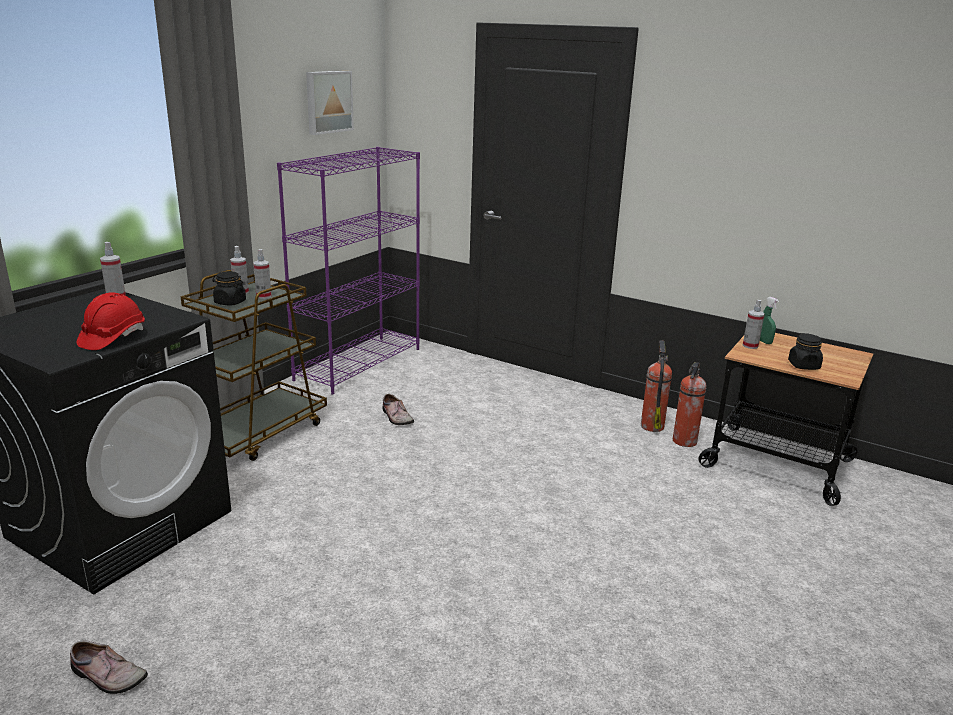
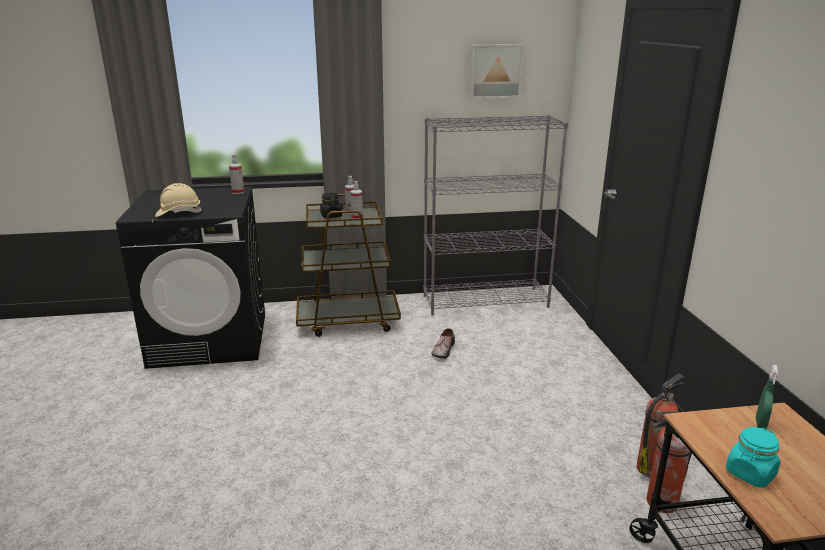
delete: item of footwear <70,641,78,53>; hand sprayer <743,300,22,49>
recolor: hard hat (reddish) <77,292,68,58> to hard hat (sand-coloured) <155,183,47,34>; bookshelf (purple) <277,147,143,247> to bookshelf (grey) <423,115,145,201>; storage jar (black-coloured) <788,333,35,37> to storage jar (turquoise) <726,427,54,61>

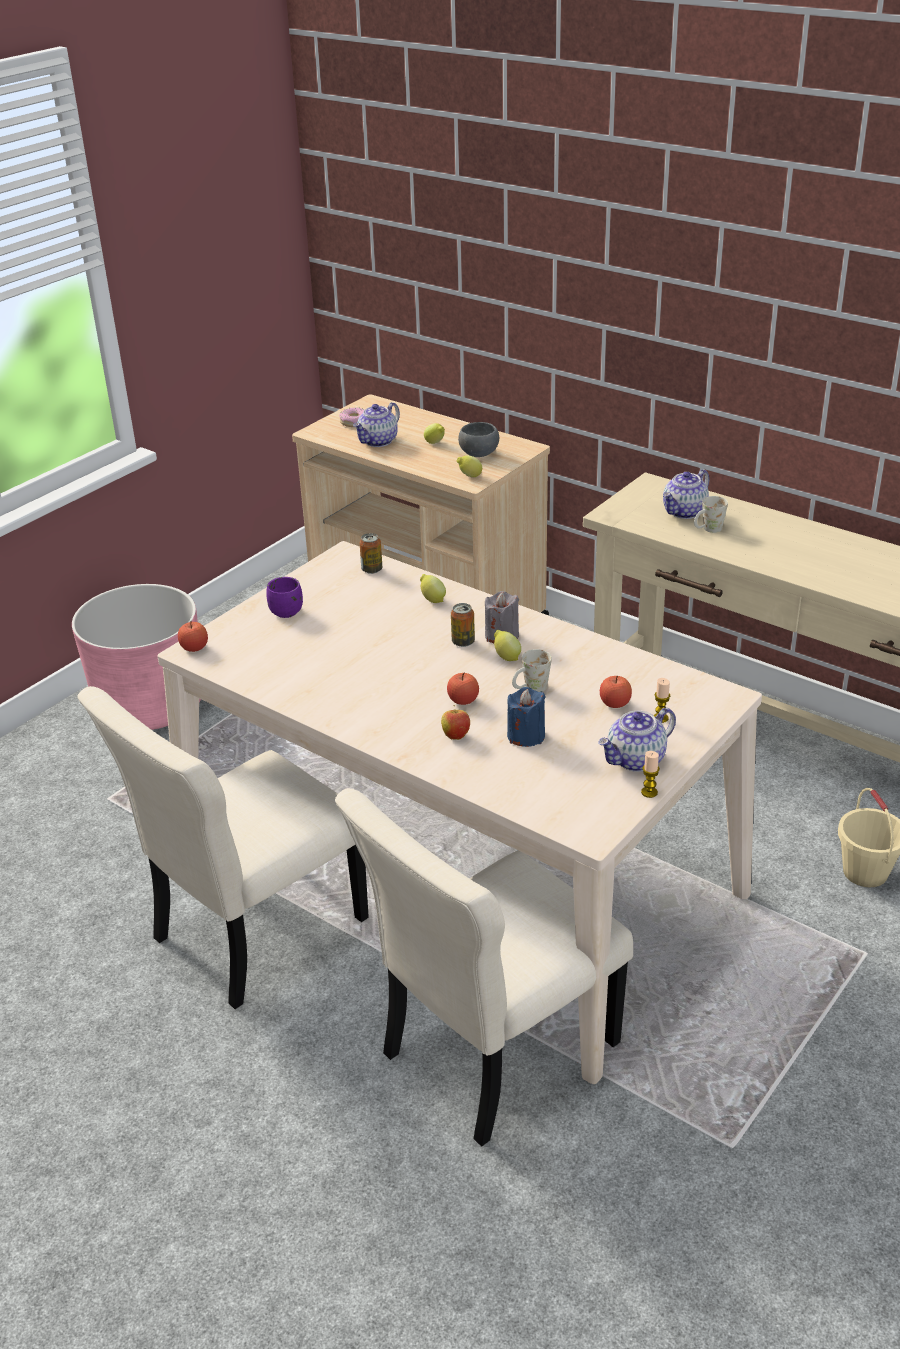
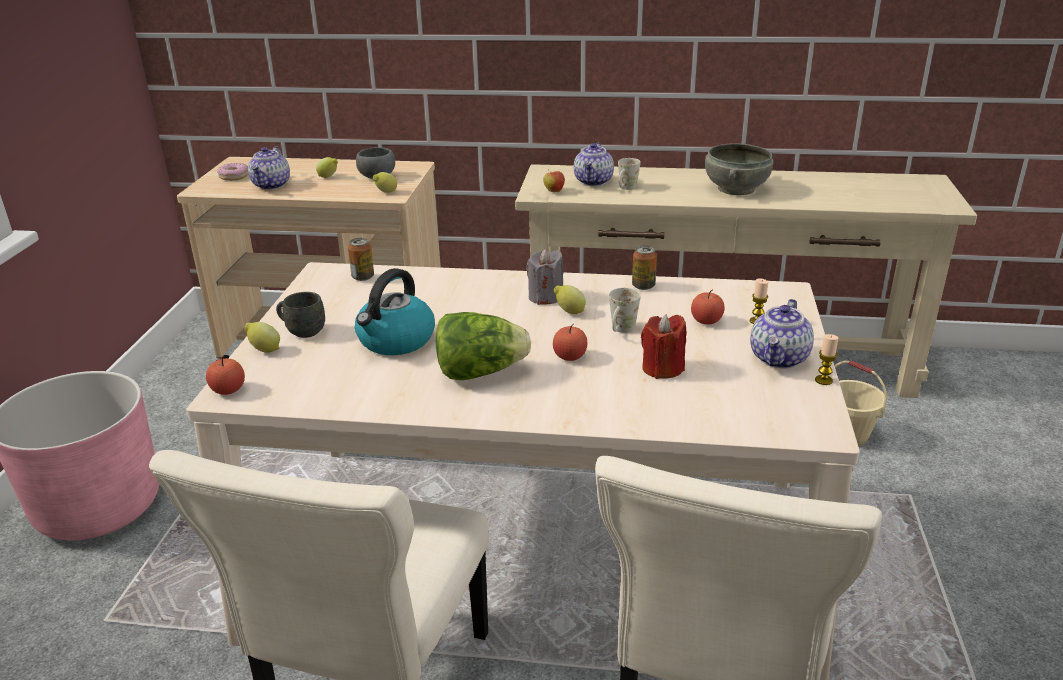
insert: water kettle <355,268,80,87>; lettuce <436,312,95,68>; bowl (grey) <705,144,68,51>
move: lemon <420,574,26,29> to <244,322,36,31>; apple fruit <441,705,29,35> to <543,169,22,23>; metal can <451,603,24,44> to <632,245,25,45>
recolor: mug (purple) <266,577,37,41> to mug (grey) <276,292,49,46>; candle (bluish) <507,687,39,60> to candle (reddish) <641,315,45,64>

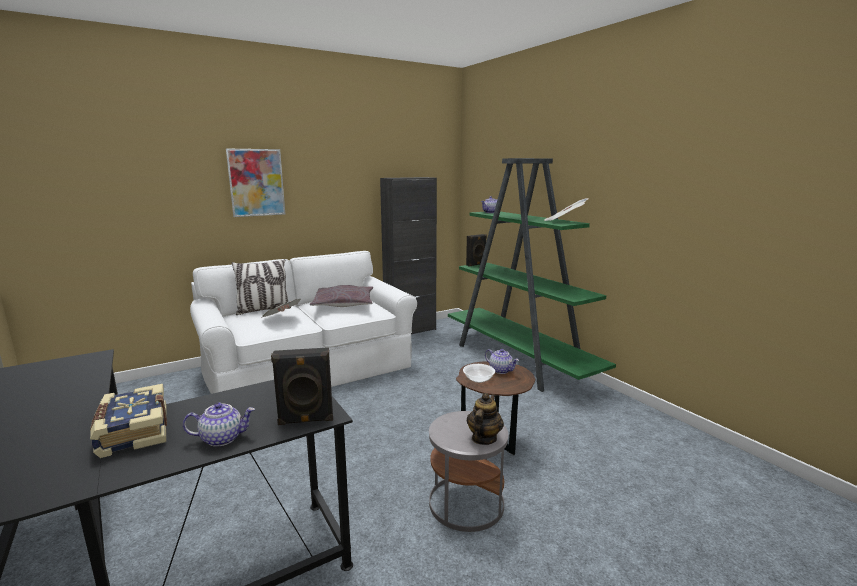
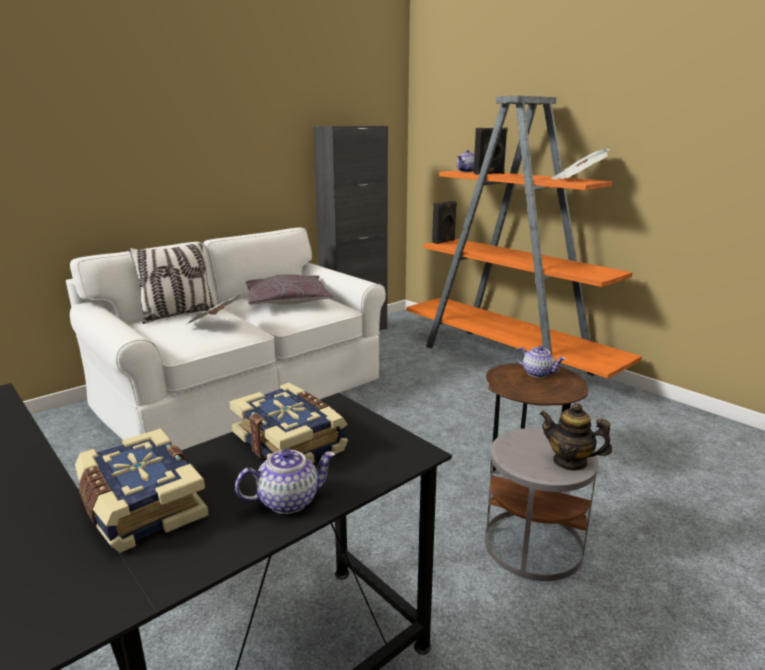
delete: wall picture <226,148,59,69>; bowl <463,364,32,19>
insert: volume <230,383,118,80>
move: speaker (black-coloured) <271,347,62,78> to <473,128,35,47>
recolor: bookshelf (green-coloured) <448,158,168,234> to bookshelf (orange) <406,96,236,282>
rotate: teapot <467,393,37,52> = <540,403,72,68> 75 degrees counterclockwise

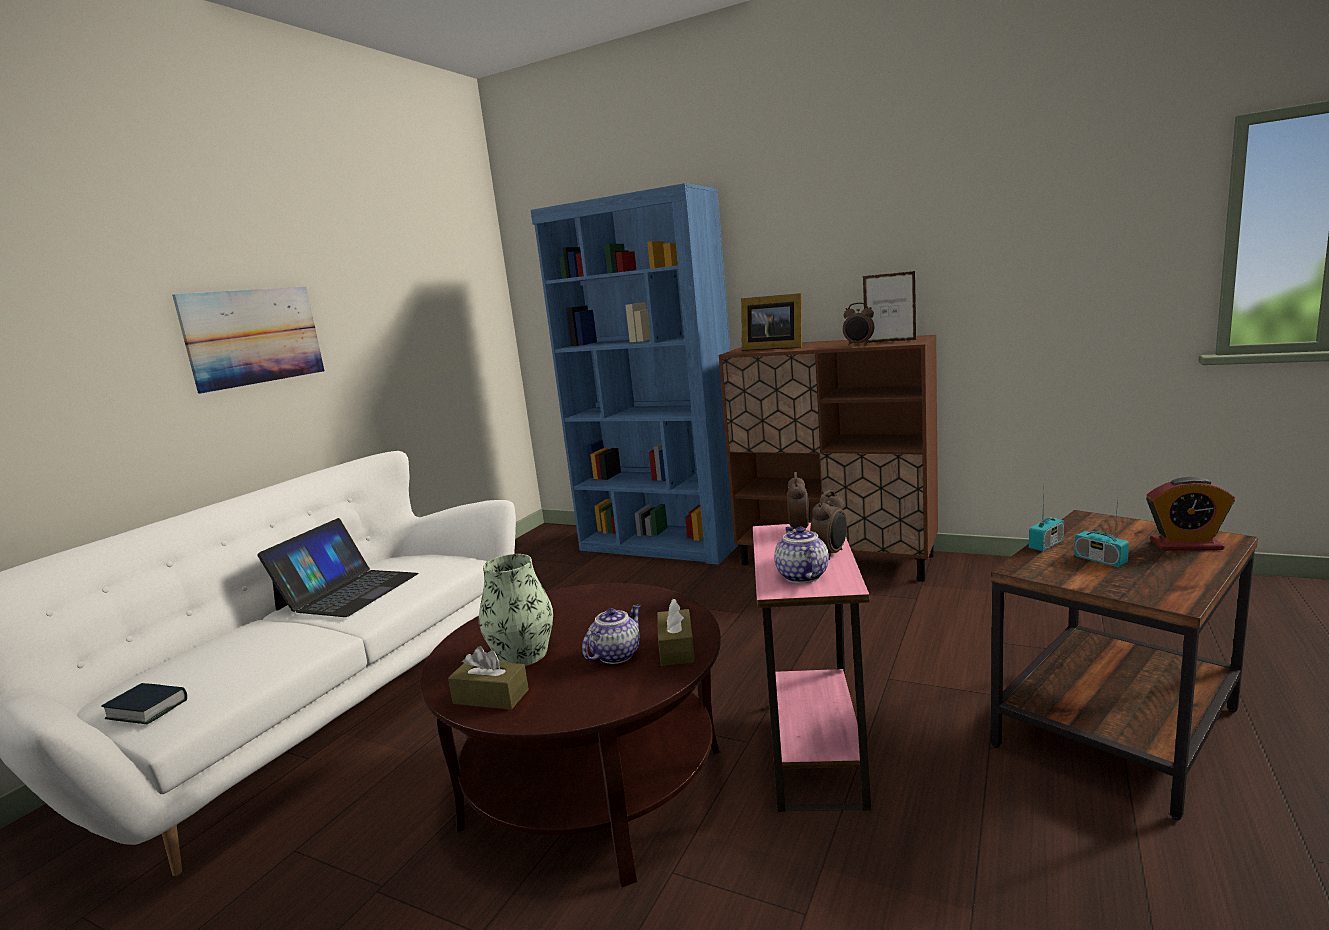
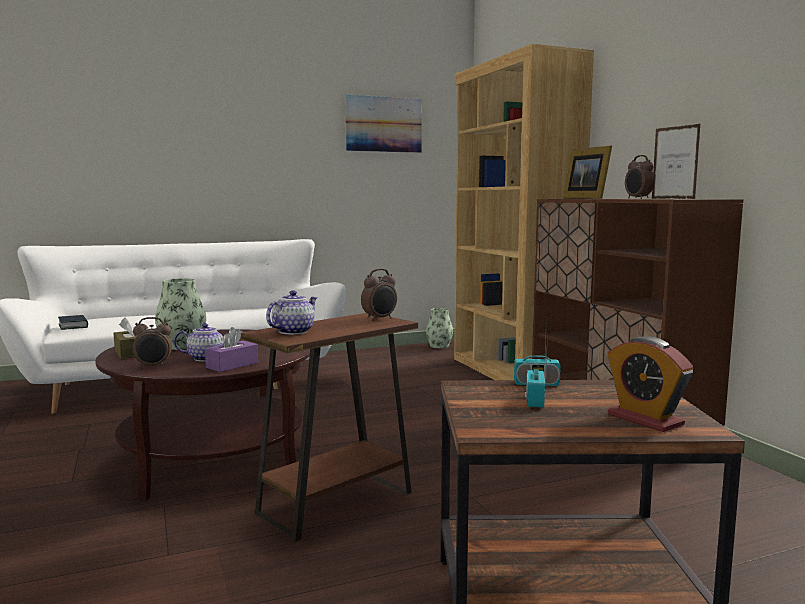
delete: notebook computer <257,518,162,99>
insert: vase <426,308,27,40>
move: wall picture <172,286,152,108> to <346,95,76,58>; alarm clock <810,490,37,70> to <132,317,40,51>
recolor: bookshelf (bluish) <531,183,207,382> to bookshelf (brownish) <454,44,140,336>; box of tissues (brownish) <657,599,38,67> to box of tissues (purple) <205,327,53,45>; side table (pink) <753,523,118,289> to side table (brownish) <241,313,177,229>

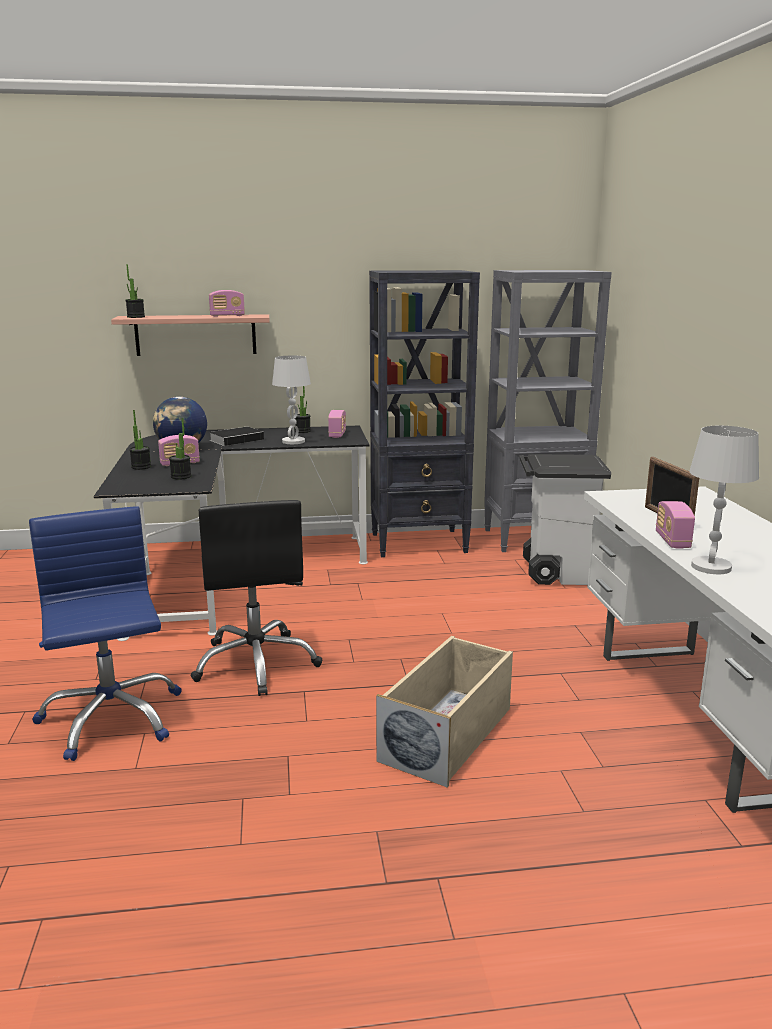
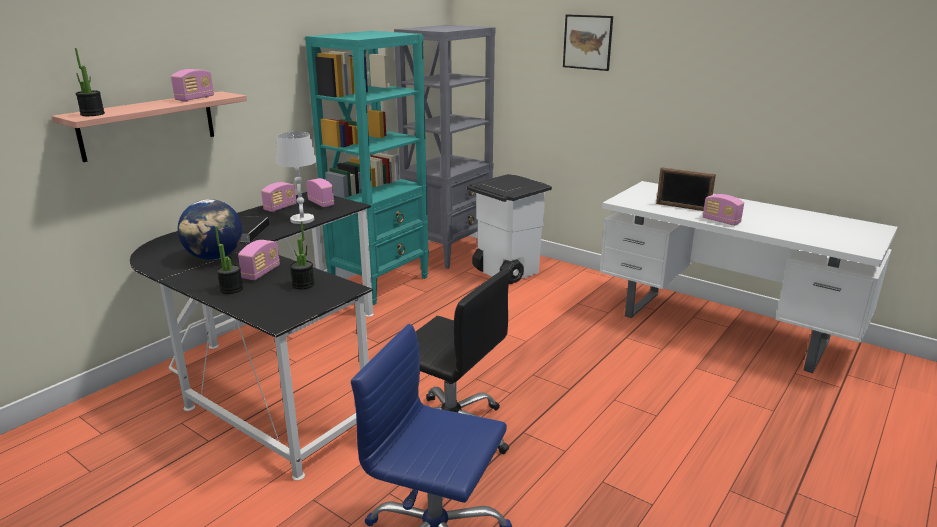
delete: storage container (sand-coloured) <376,636,137,152>; tabletop lamp (white-coloured) <689,426,70,148>
insert: wall picture <563,14,50,57>
replace: potted plant <295,386,16,47> to radio set <261,182,36,30>
recolor: bookshelf (black-coloured) <369,270,111,287> to bookshelf (turquoise) <305,31,124,274>

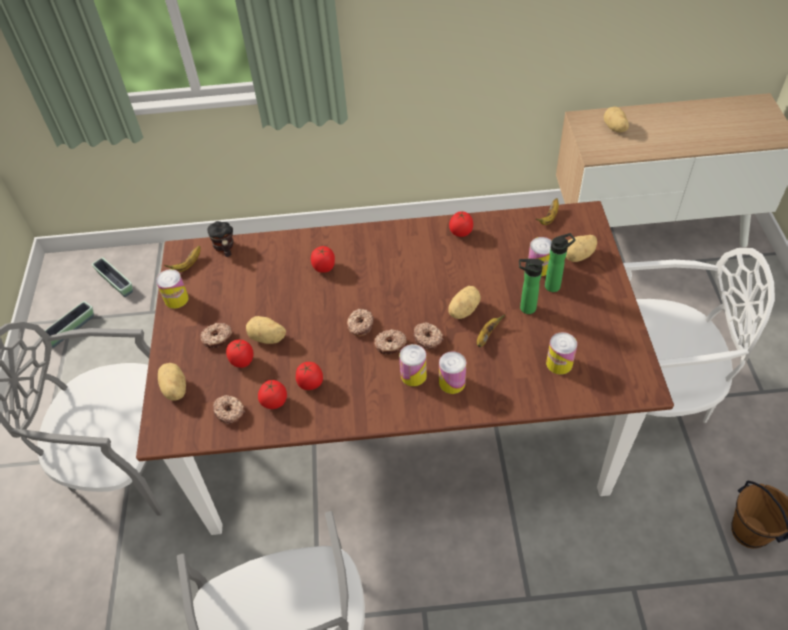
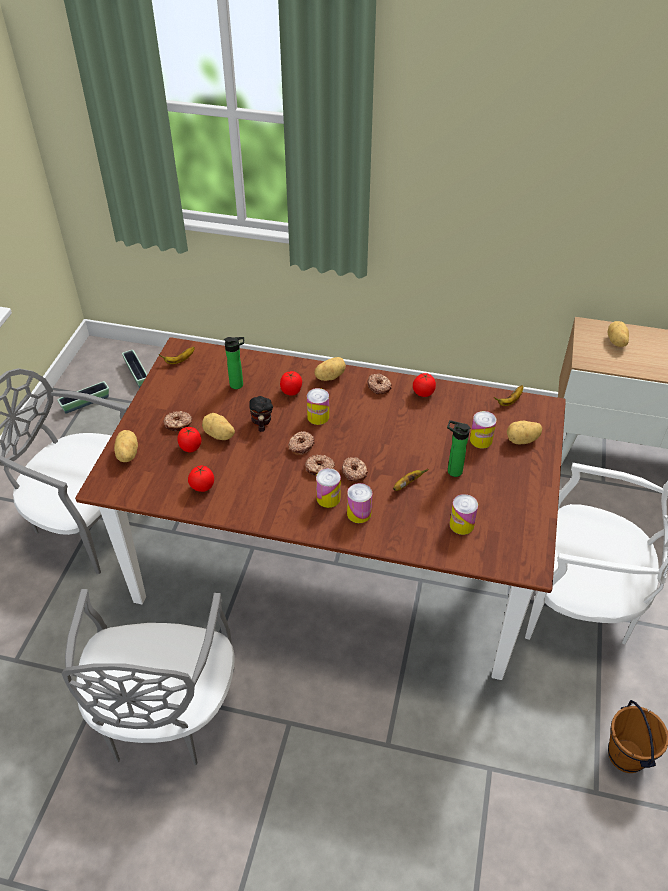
delete: tomato <296,362,27,28>
move: metal can <156,269,33,40> to <307,388,22,37>; mug <207,221,27,36> to <249,396,24,36>; ring doughnut <213,395,32,29> to <368,374,24,21>; whole potato <448,286,33,33> to <315,357,31,24>; bottle <545,233,31,59> to <224,337,20,52>

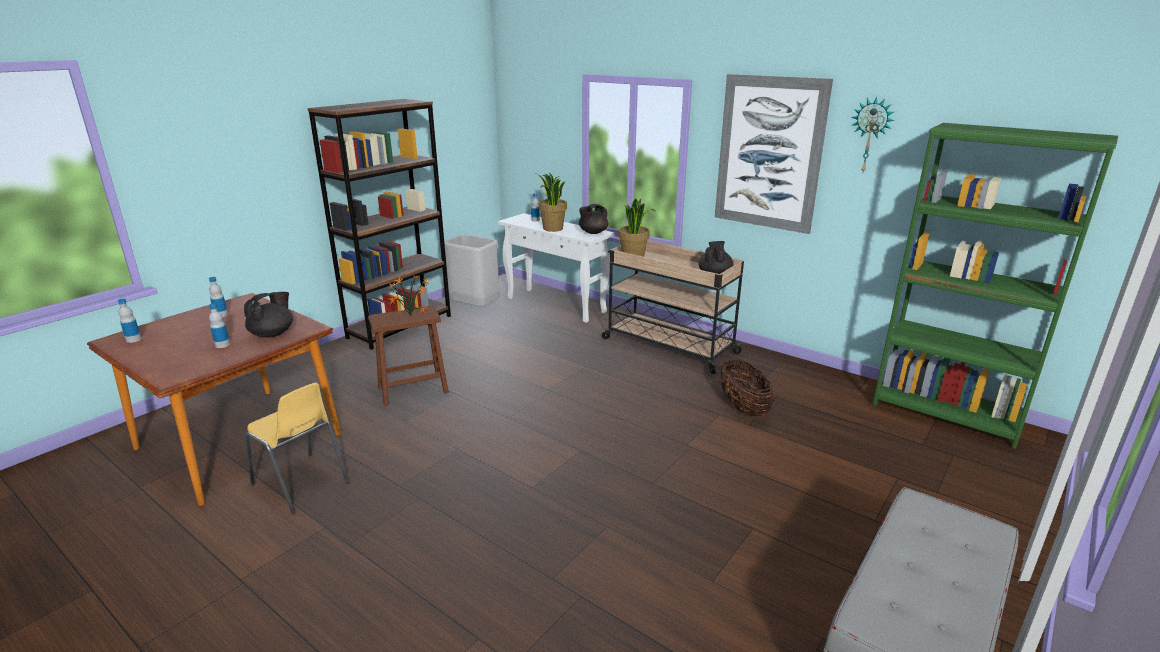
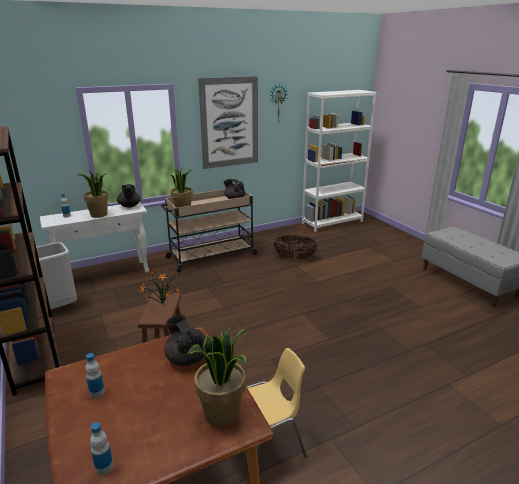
delete: bottle <209,303,21,45>
insert: potted plant <187,328,59,99>
recolor: bookshelf (green-coloured) <872,123,246,326> to bookshelf (white-coloured) <302,90,75,142>

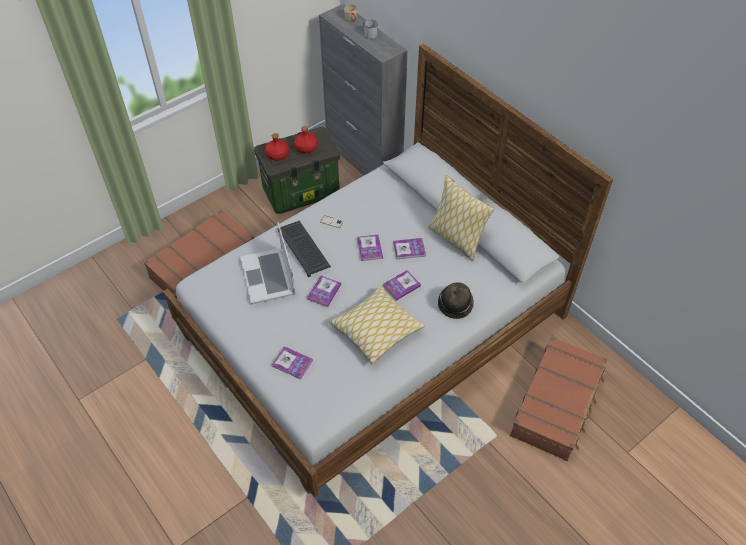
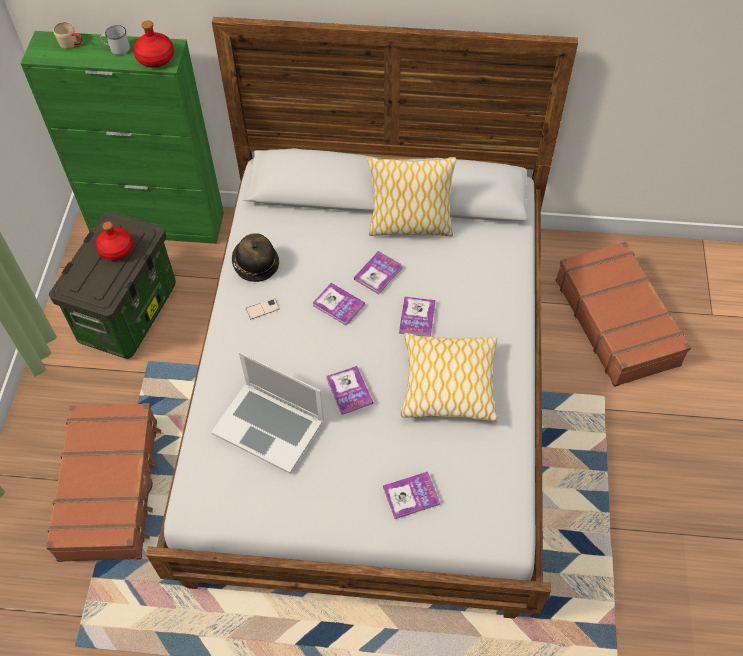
delete: keyboard <277,221,54,56>
move: bottle (reddish) <265,133,24,28> to <134,20,40,48>; hat <438,282,36,37> to <232,233,47,49>
recolor: cabinet (grey) <319,4,89,171> to cabinet (green-coloured) <20,31,204,213>

